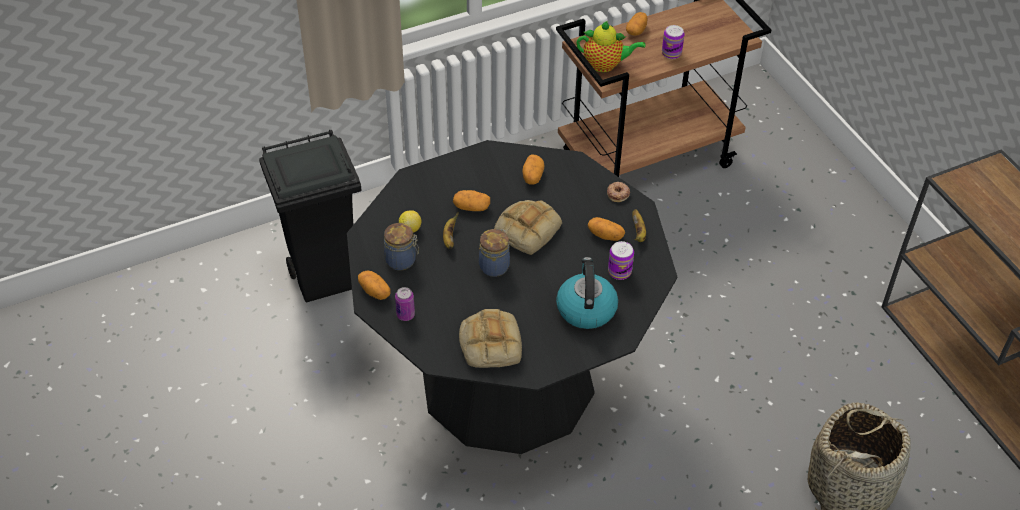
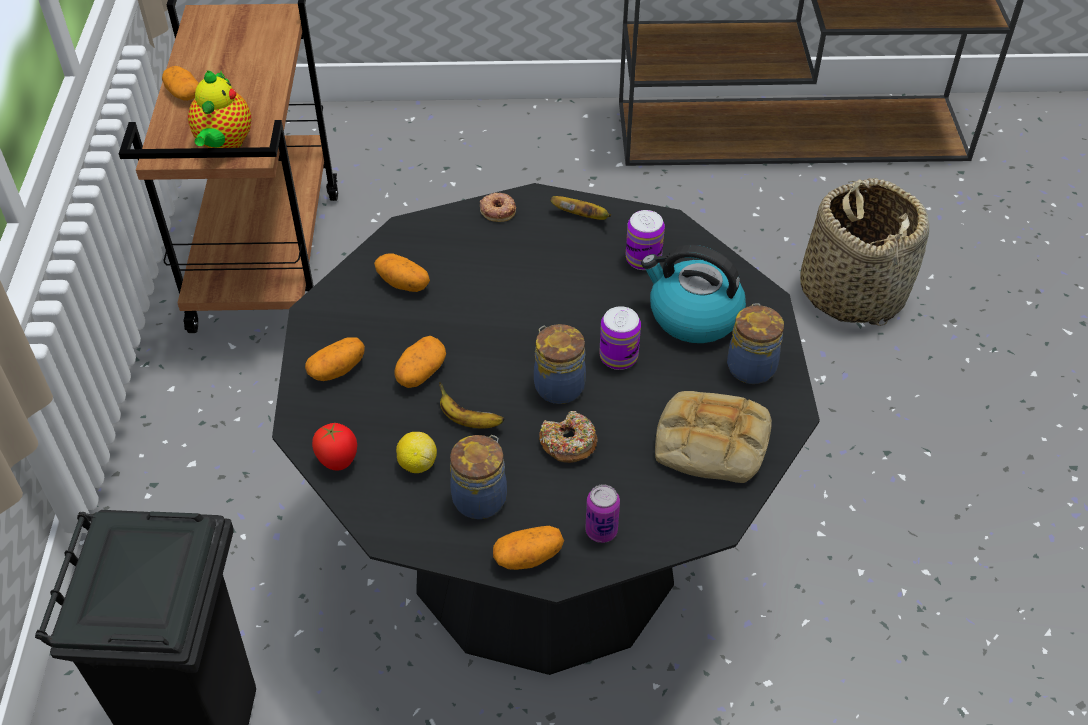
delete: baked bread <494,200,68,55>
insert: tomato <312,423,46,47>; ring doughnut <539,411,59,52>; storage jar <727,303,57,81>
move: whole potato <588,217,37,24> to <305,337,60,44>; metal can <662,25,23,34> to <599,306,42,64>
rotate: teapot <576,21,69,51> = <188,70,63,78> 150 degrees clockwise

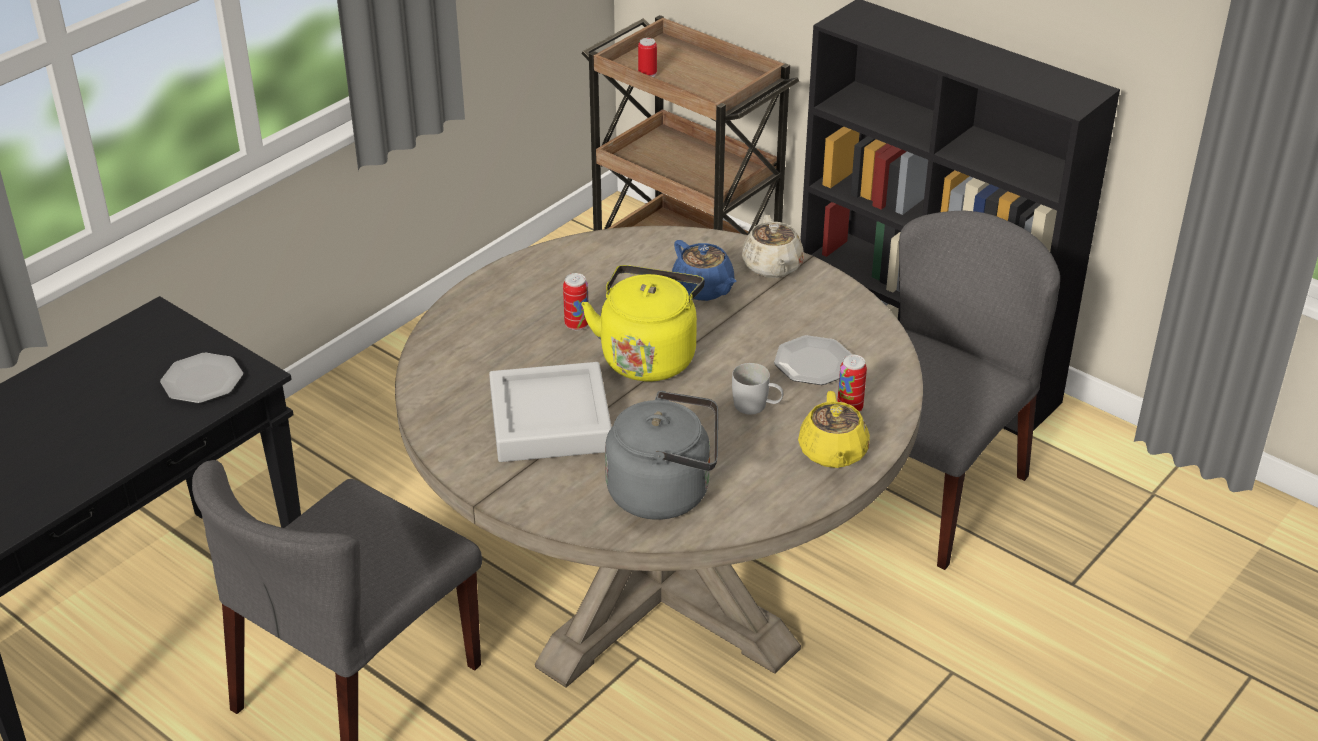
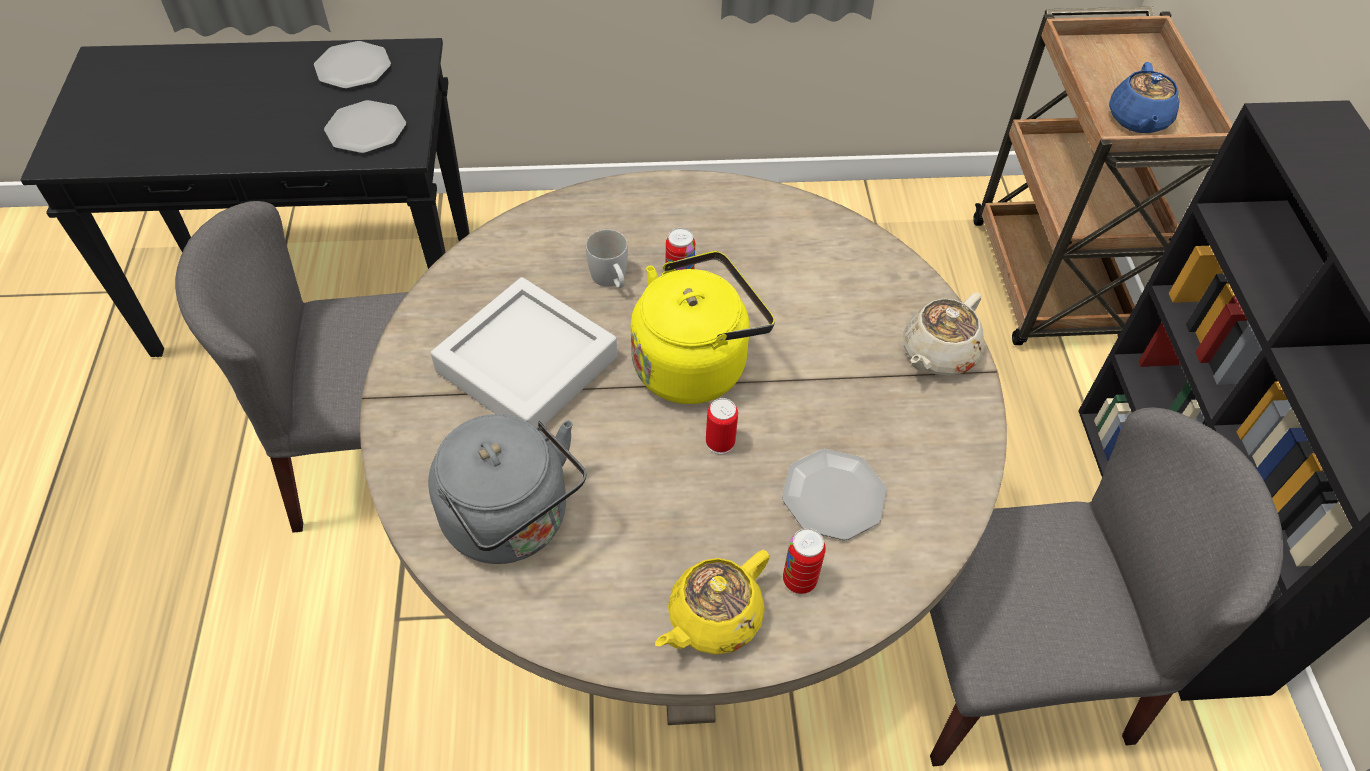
insert: flat dish <314,41,77,48>
move: metal can <638,38,19,39> to <706,398,32,56>; teapot (bluish) <672,240,64,61> to <1109,62,70,71>; mug (white-coloured) <732,363,52,52> to <586,230,42,58>

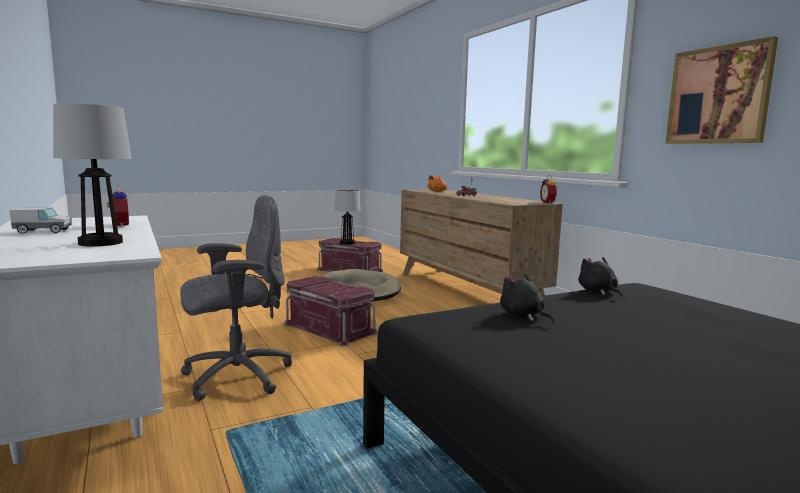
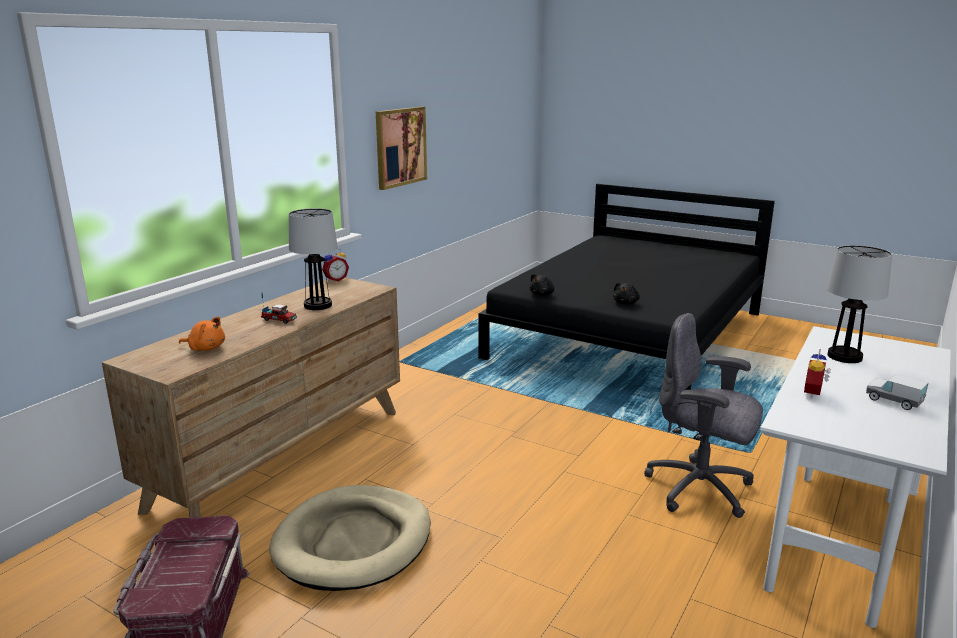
delete: storage container (reddish) <284,276,94,70>
move: tabletop lamp <334,190,27,55> to <289,208,49,102>

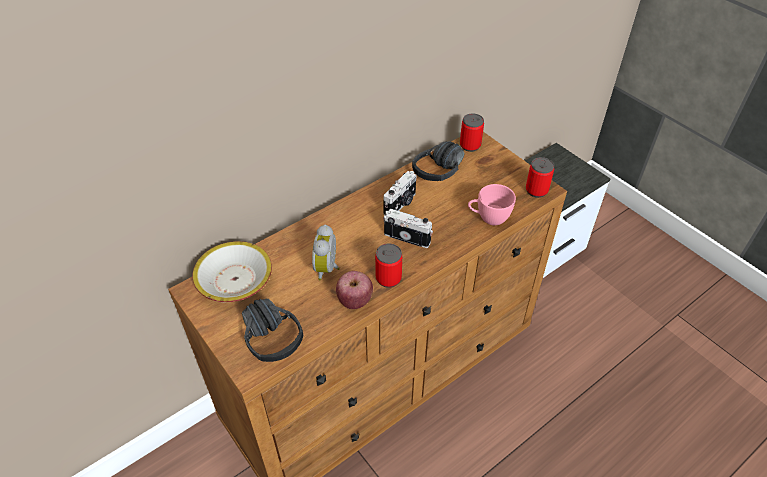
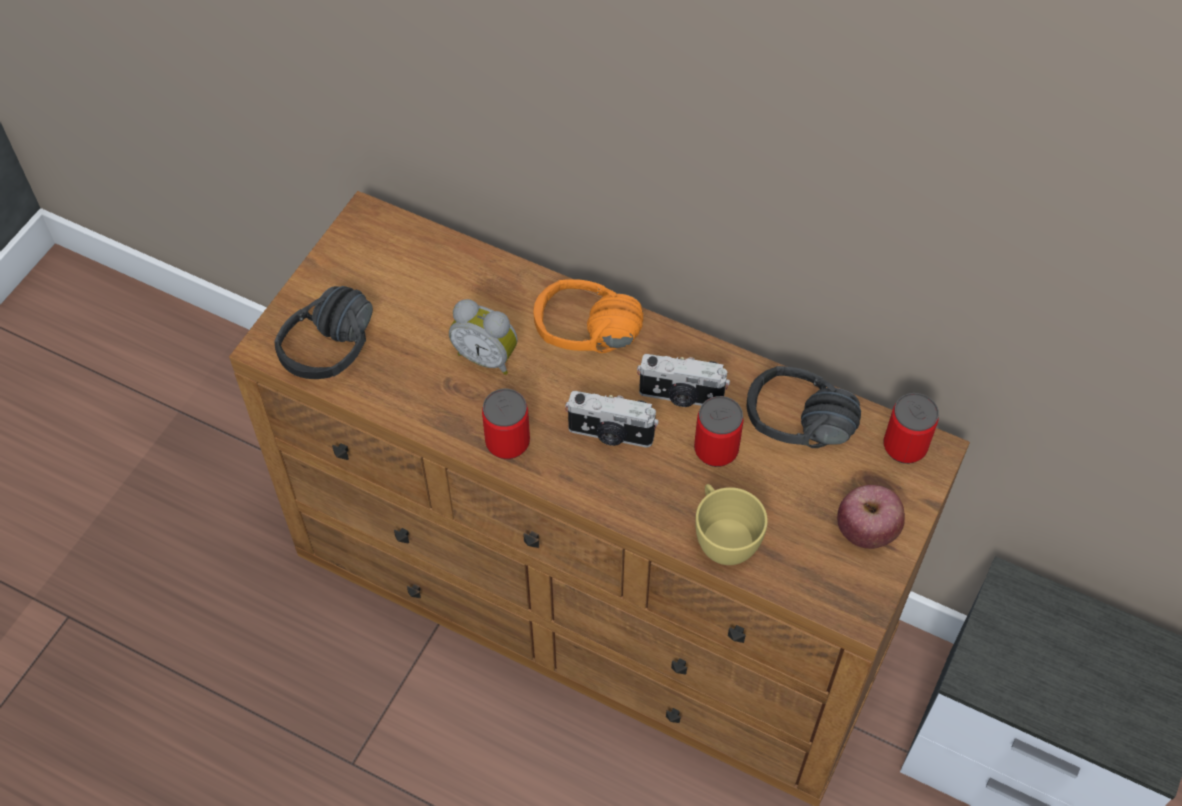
delete: bowl <193,241,79,61>
insert: pair of headphones (orange) <534,279,109,74>
move: apple fruit <336,271,37,38> to <837,485,68,64>; metal can <526,157,28,41> to <694,396,50,71>
recolor: cup (pink) <468,184,48,41> to cup (yellow-coloured) <695,484,73,81>
rotate: alarm clock <312,225,28,56> = <449,299,69,76> 135 degrees counterclockwise; photo camera <383,208,50,40> = <565,391,94,57> 105 degrees clockwise

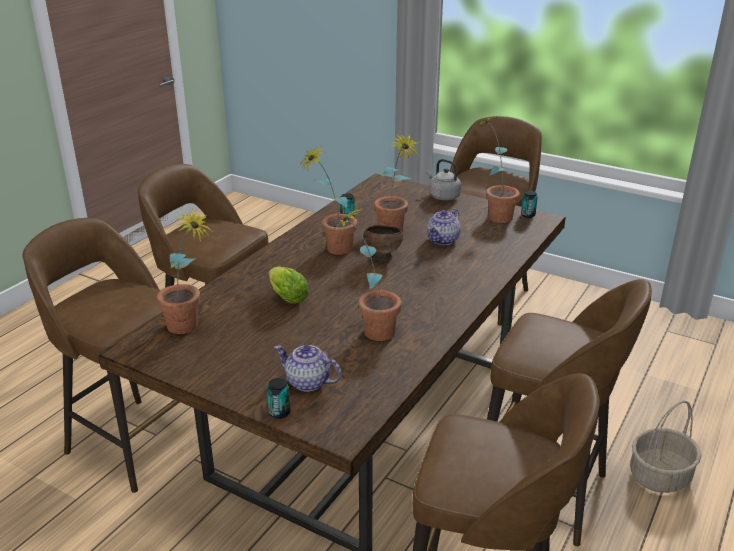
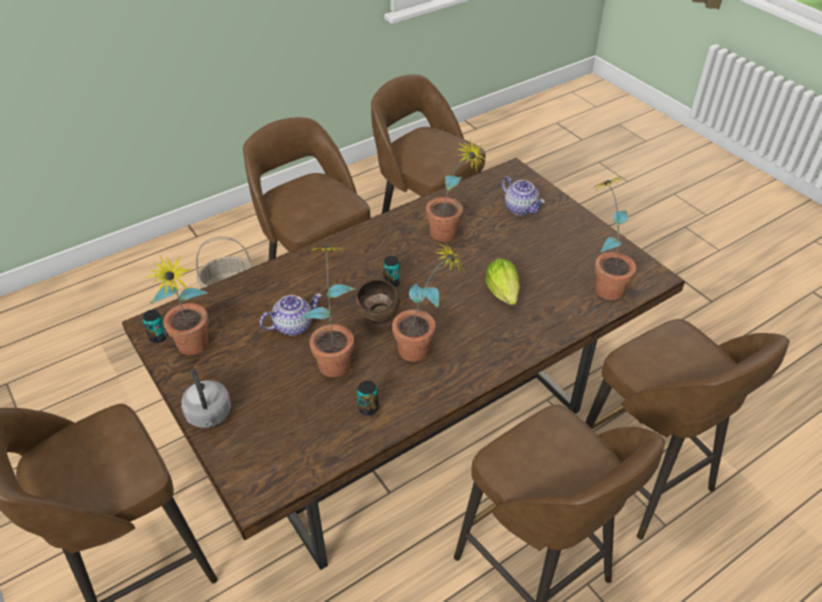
move: metal can <267,378,23,41> to <383,256,17,31>

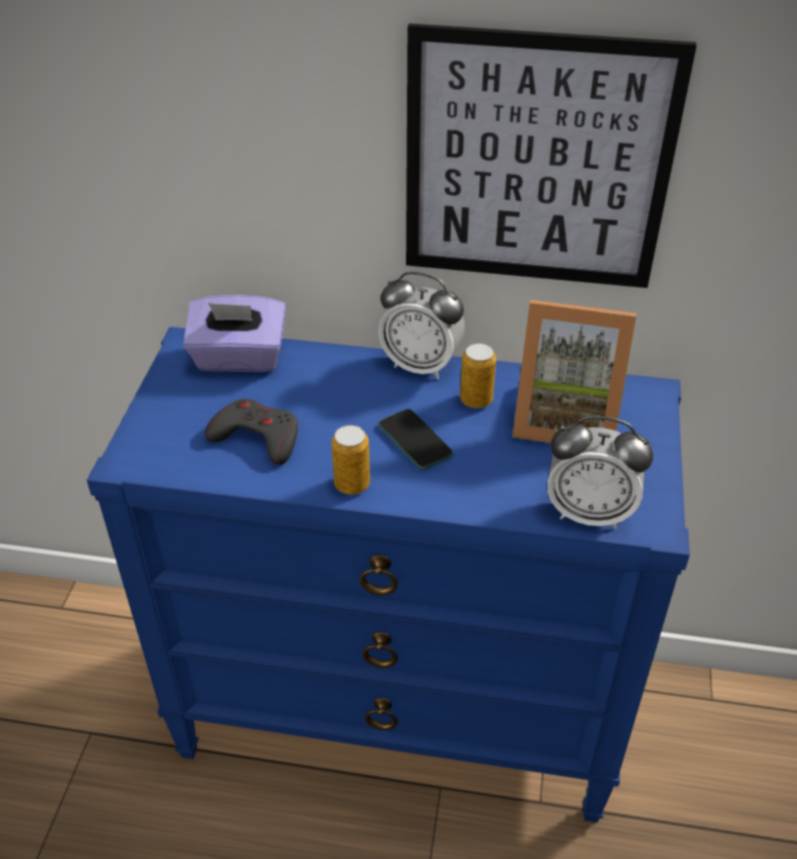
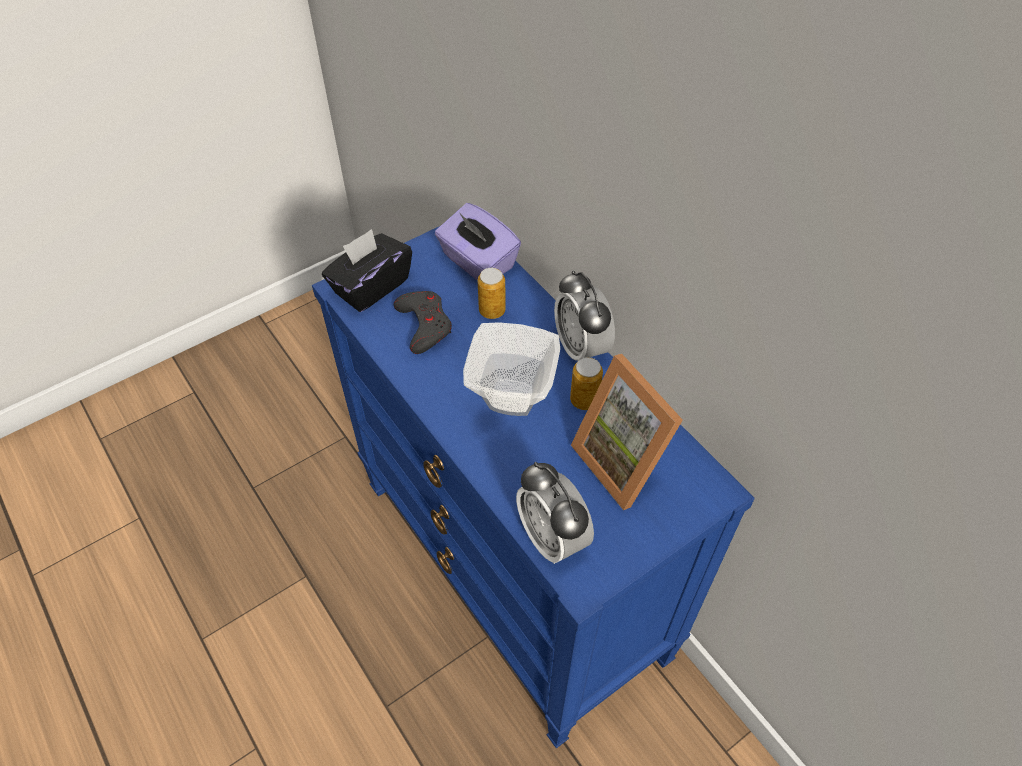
delete: wall picture <406,23,290,265>
insert: box of tissues (black-coloured) <322,229,90,83>
move: metal can <332,425,38,70> to <478,268,28,51>
replace: telephone <378,409,76,61> to bowl <463,322,97,94>

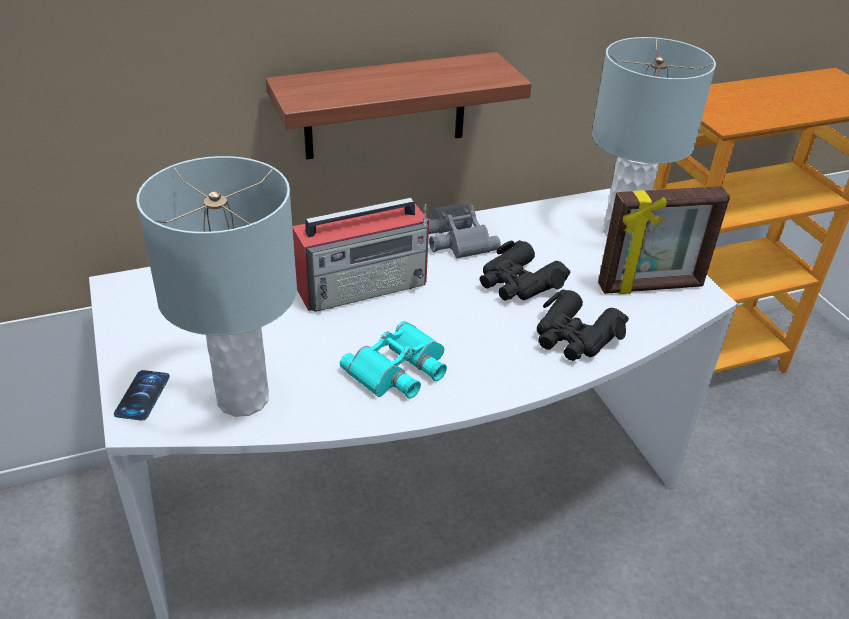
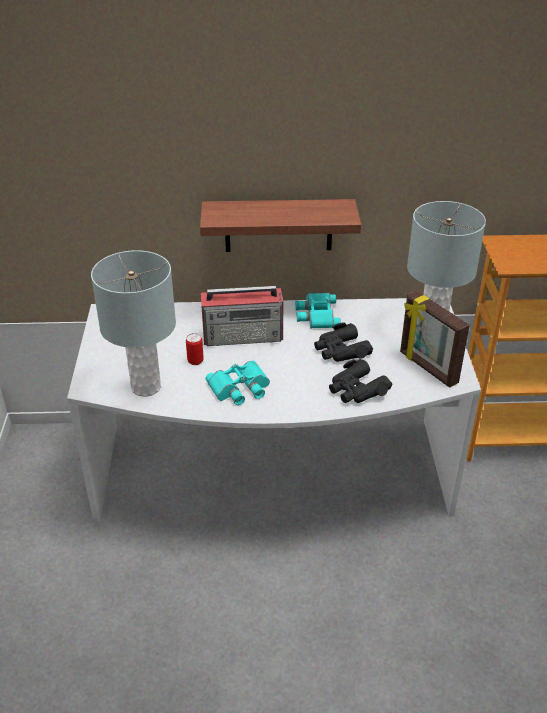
delete: telephone <114,370,56,51>
insert: metal can <186,333,18,32>
recolor: pair of binoculars (grey) <429,202,72,57> to pair of binoculars (turquoise) <295,293,46,36>
rotate: picture frame <598,186,132,108> = <400,291,70,97> 45 degrees clockwise

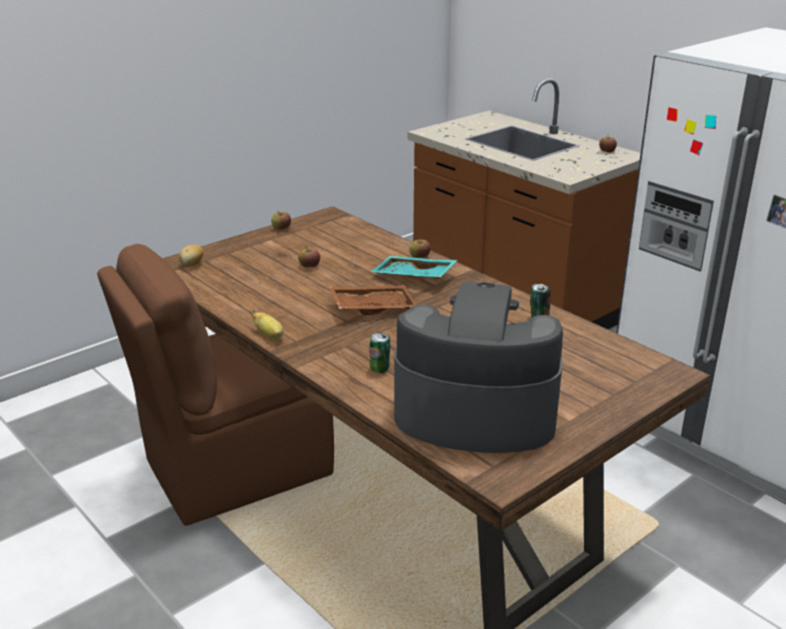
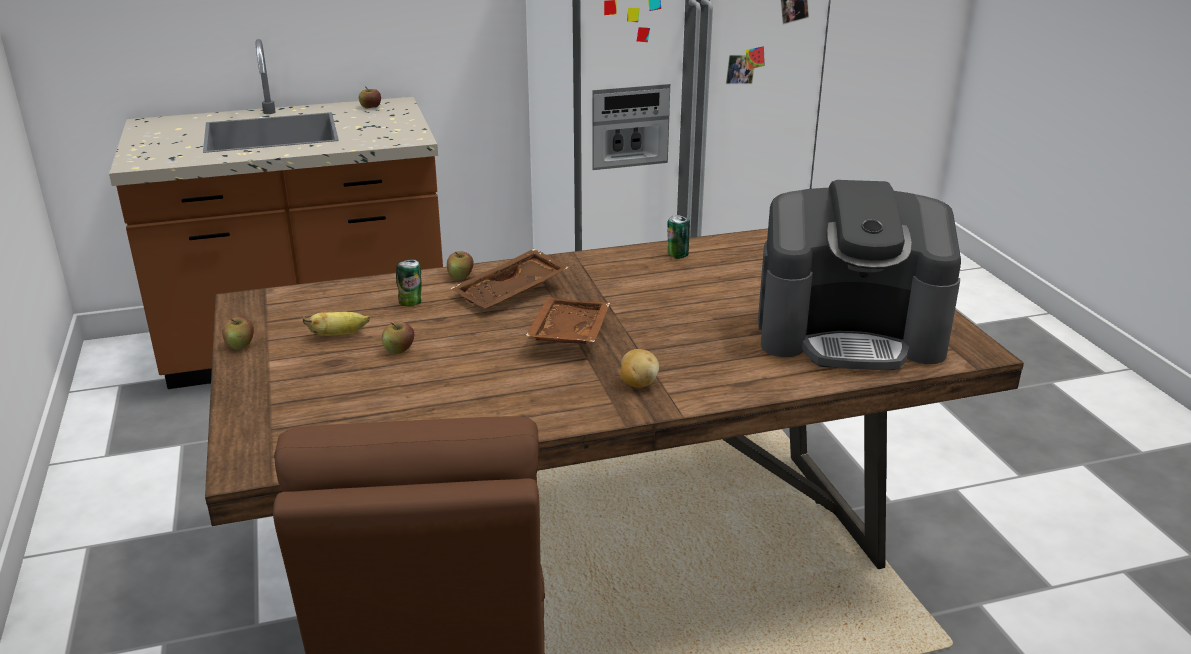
move: whole potato <179,245,24,21> to <620,349,39,39>; banana <251,310,32,29> to <303,312,67,23>; metal can <369,332,21,41> to <396,259,26,47>
recolor: carrying tray (turquoise) <370,256,88,23> to carrying tray (brownish) <450,249,119,59>
rotate: coffee machine <394,282,169,171> = <758,180,203,190> 120 degrees counterclockwise

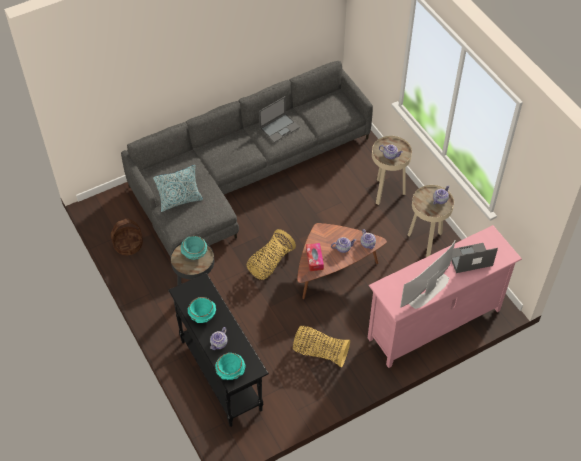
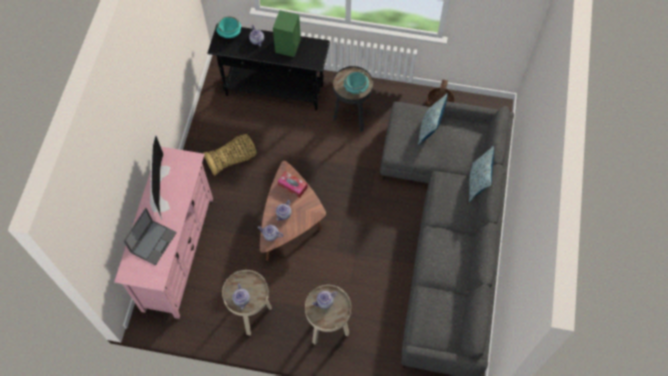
delete: household basket <246,229,50,51>; notebook computer <259,96,41,47>
insert: pillow <469,146,25,56>
replace: bowl (turquoise) <188,297,28,26> to speaker (green-coloured) <273,10,28,47>

